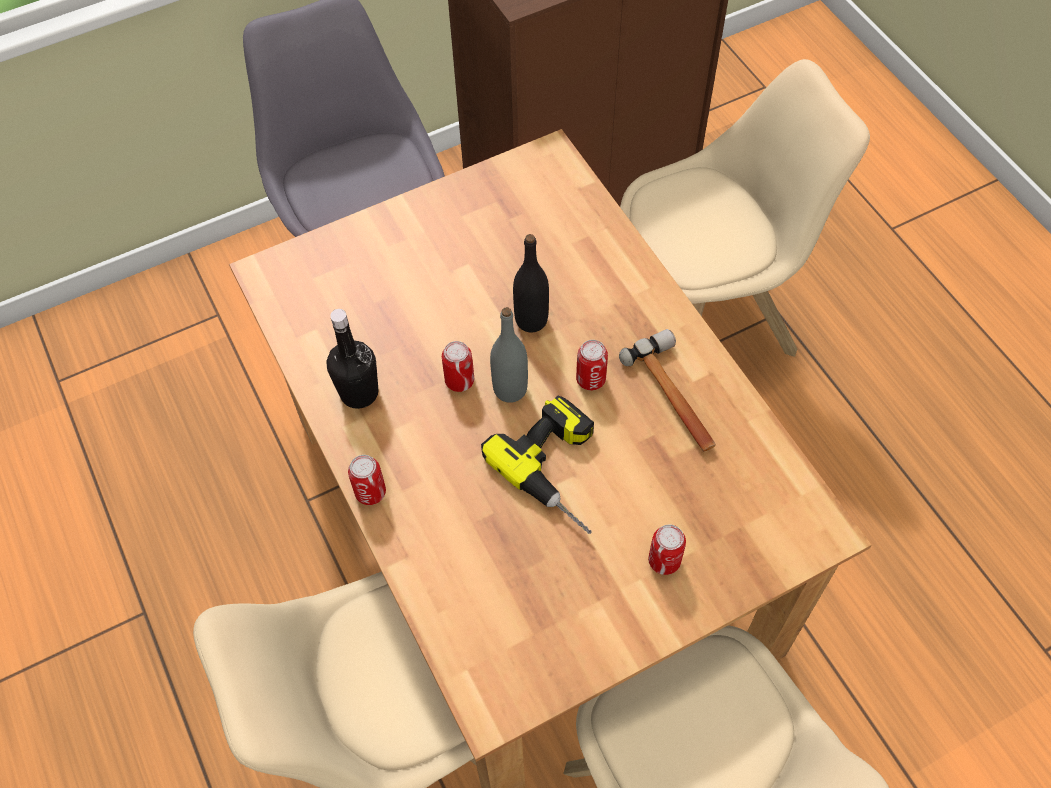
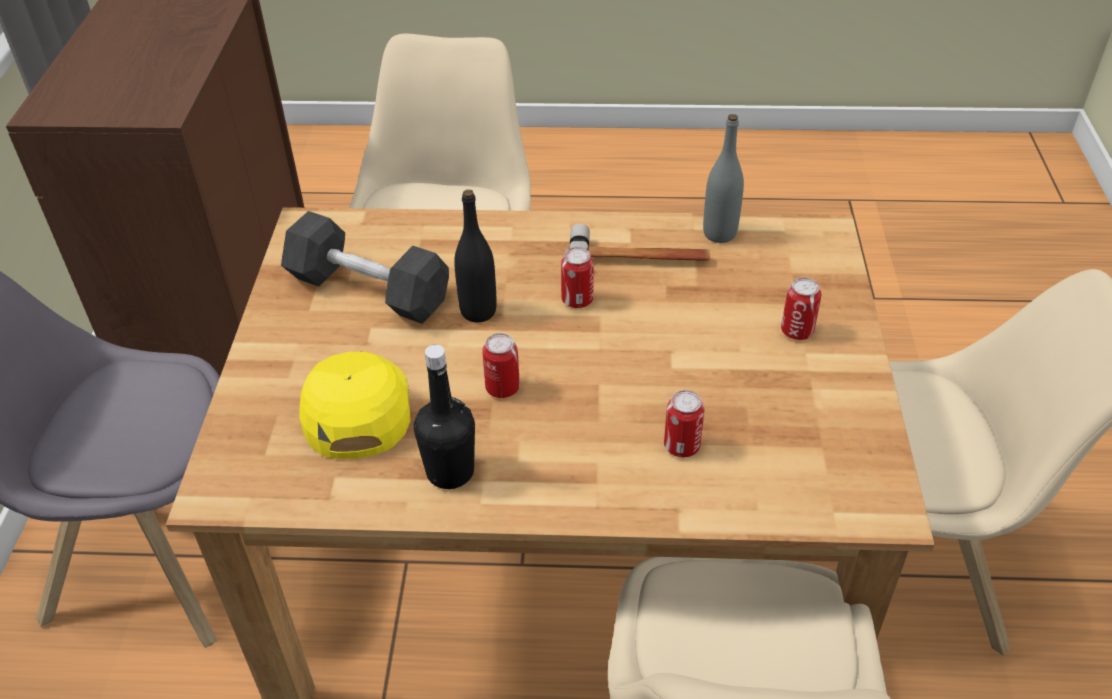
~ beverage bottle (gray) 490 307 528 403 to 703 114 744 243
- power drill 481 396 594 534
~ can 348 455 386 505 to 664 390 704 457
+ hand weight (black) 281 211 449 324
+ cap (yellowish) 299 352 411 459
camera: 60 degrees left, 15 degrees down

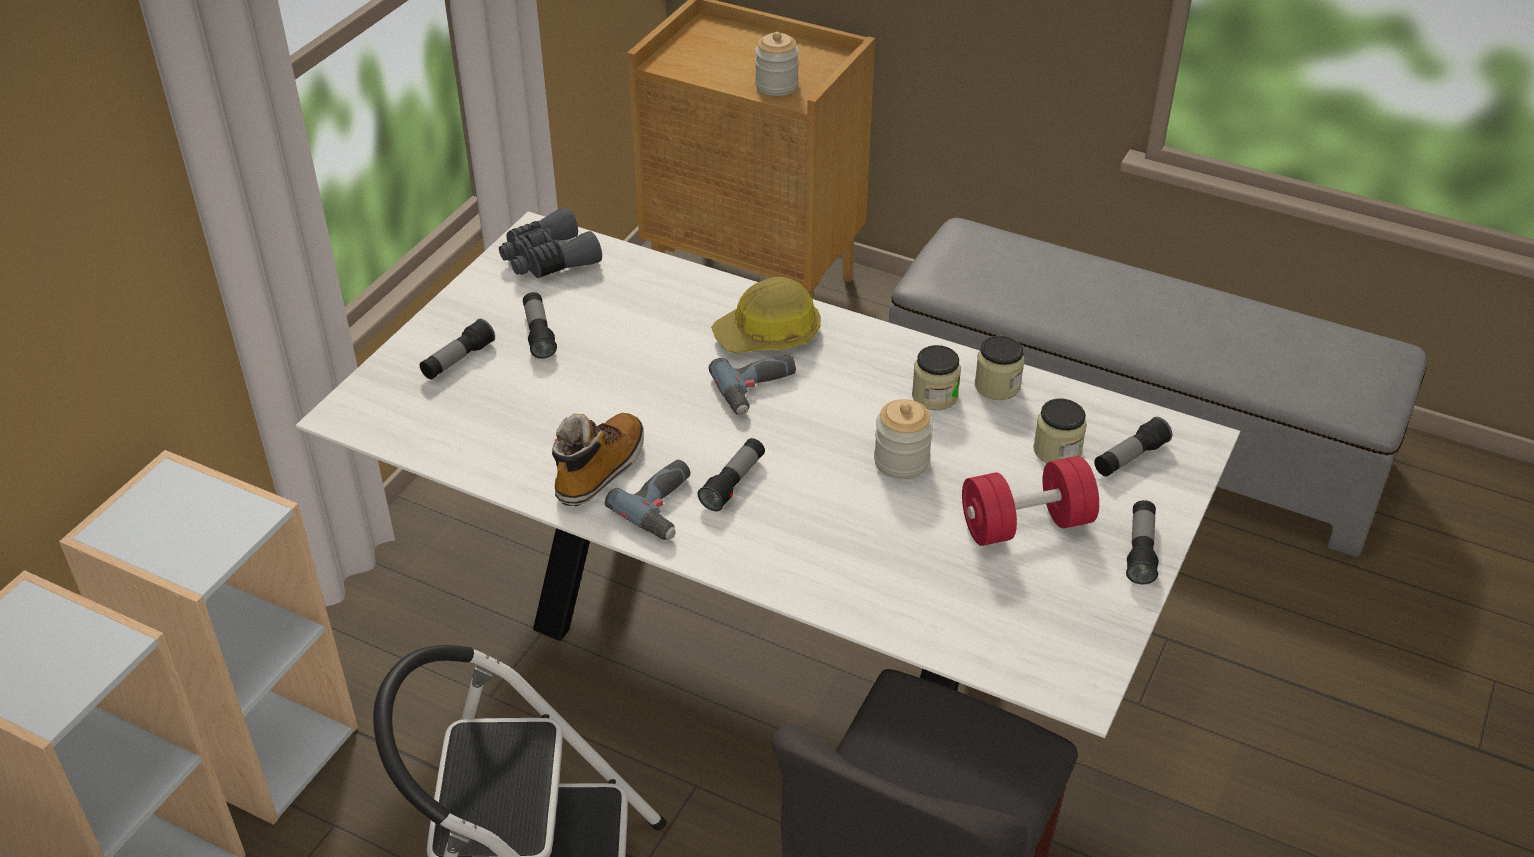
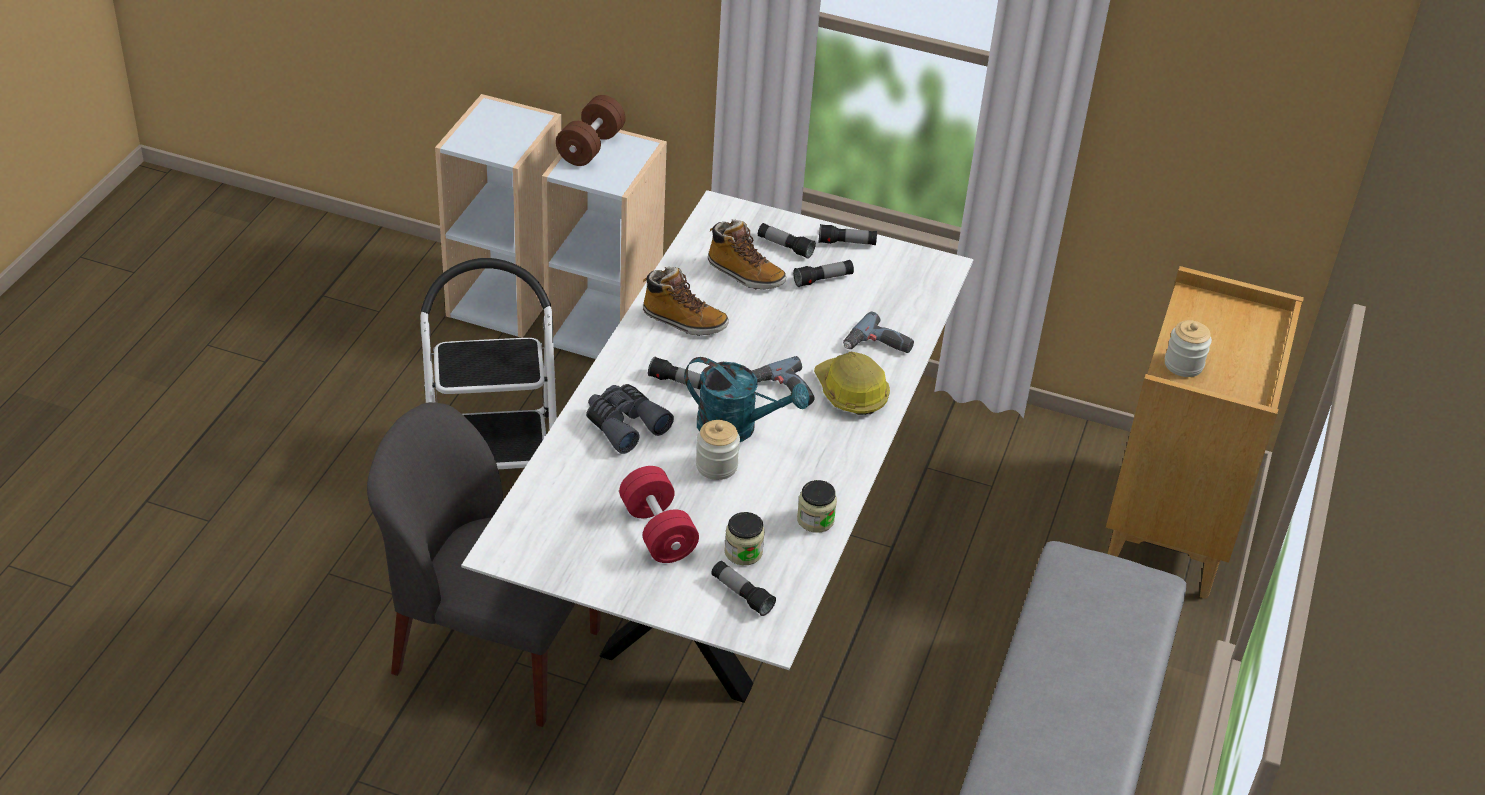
~ field glasses (gray) 499 207 602 278 to 586 384 674 454
- preserve jar 912 345 961 411
~ power drill 605 459 690 540 to 843 311 914 353
~ torch 1126 500 1159 585 to 819 224 877 245
+ hand weight (brown-coloured) 556 95 626 166
+ high-top boot 708 220 786 290
+ sprinkling can (turquoise) 684 357 810 442
camera: 80 degrees right, 0 degrees up

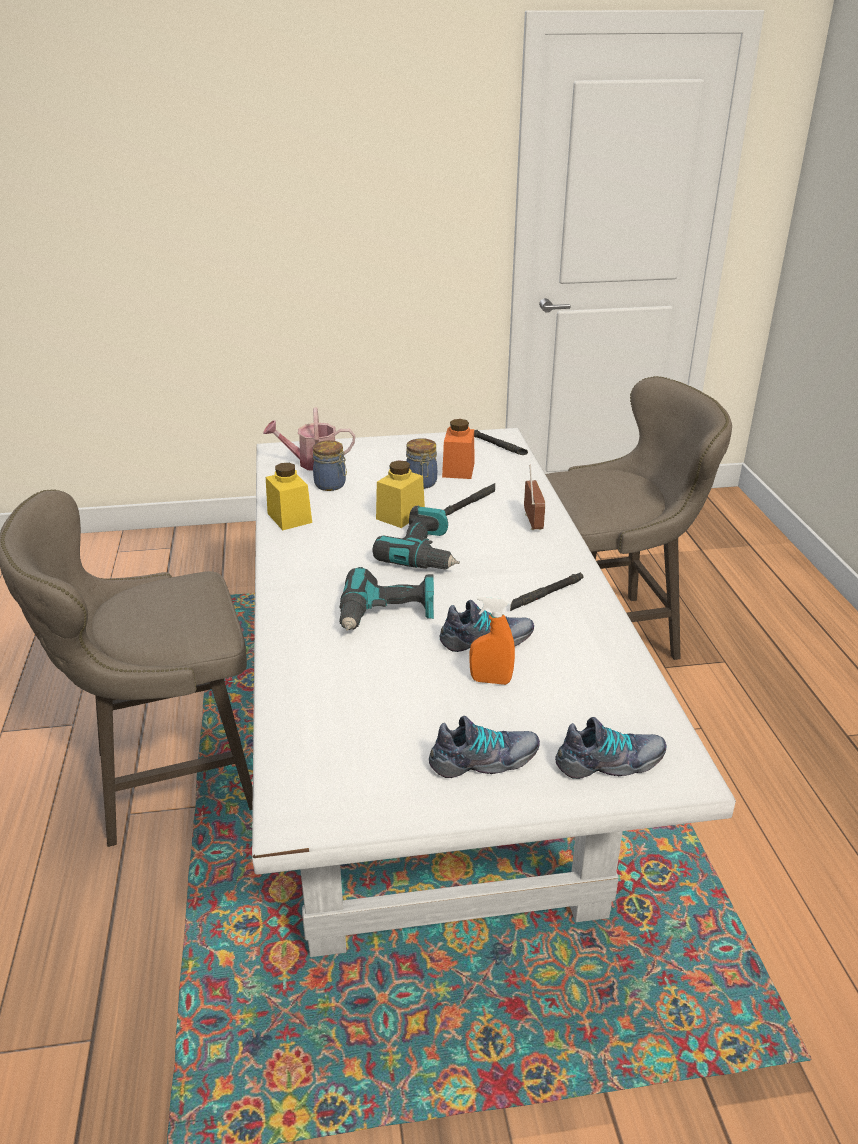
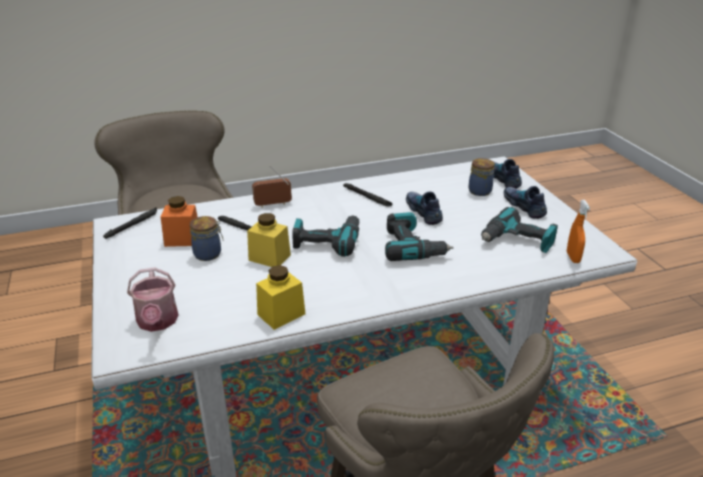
~ preserve jar 313 440 347 491 to 468 158 495 196
~ spray bottle (orange-coloured) 470 595 515 685 to 567 200 590 263
+ power drill 481 207 558 253
camera: 100 degrees left, 0 degrees up

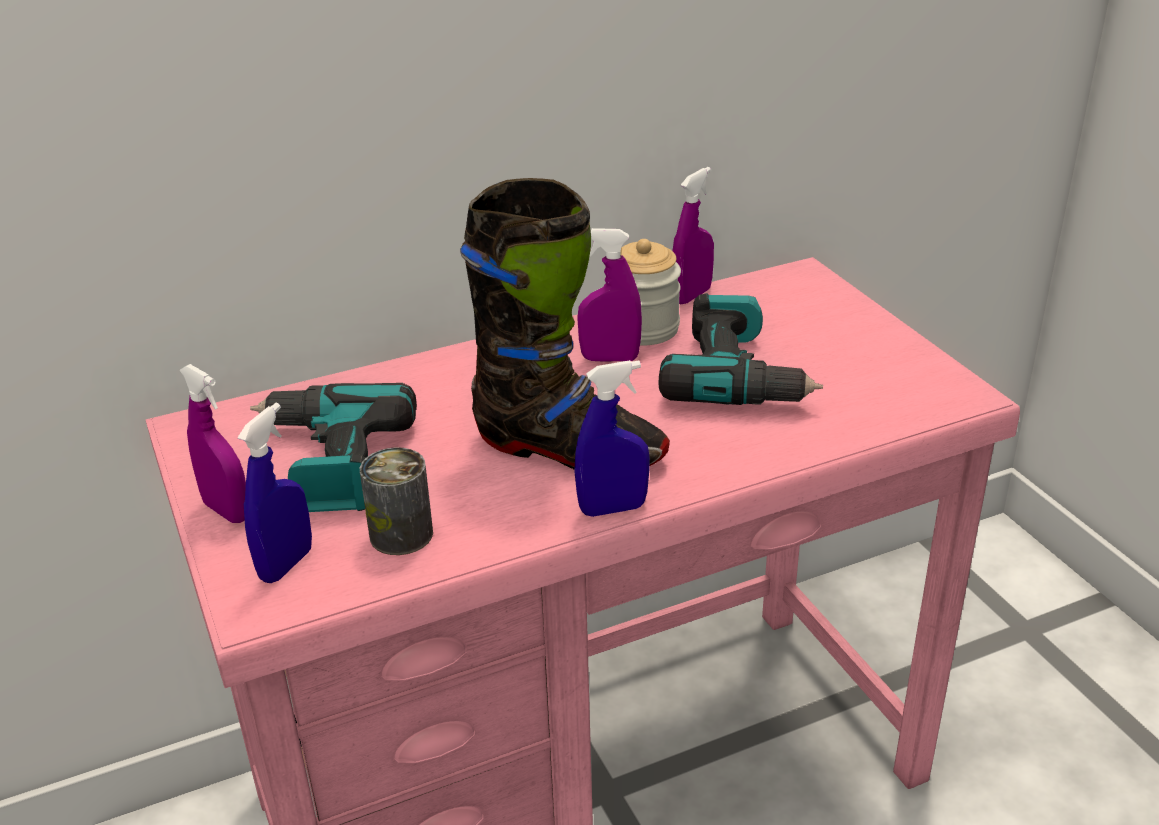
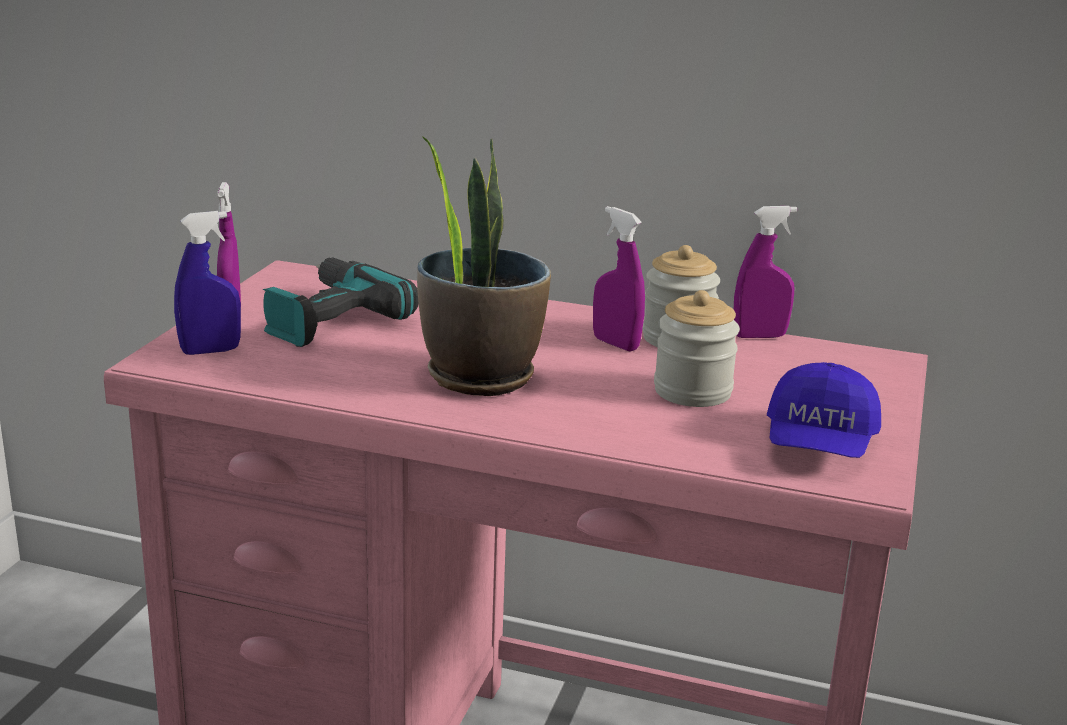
~ high-top boot (black) 460 178 670 469 to houseplant 417 136 551 396
~ power drill 659 293 823 405 to preserve jar 654 290 740 407
- spray bottle (bluish) 574 360 650 517
- can 360 447 433 555
+ cap (bluish) 767 362 881 458
camera: 40 degrees right, 10 degrees down

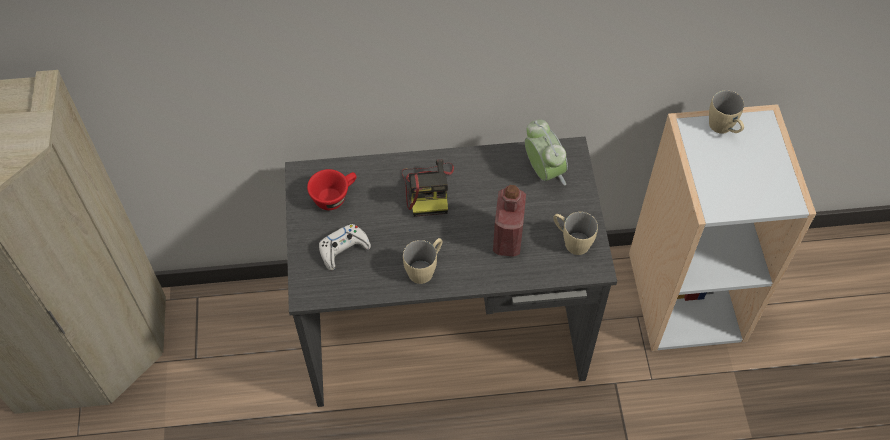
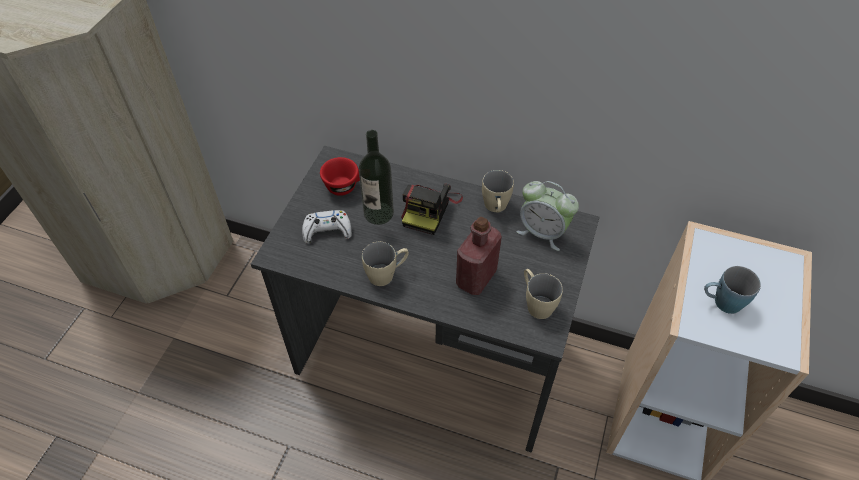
~ mug (beige) 709 90 744 134 to 482 170 514 213
~ alarm clock 525 120 568 185 = 516 181 579 251 120 degrees clockwise
+ beverage bottle 359 130 394 225
+ mug (bluish) 704 266 761 314
camera: 25 degrees right, 5 degrees down

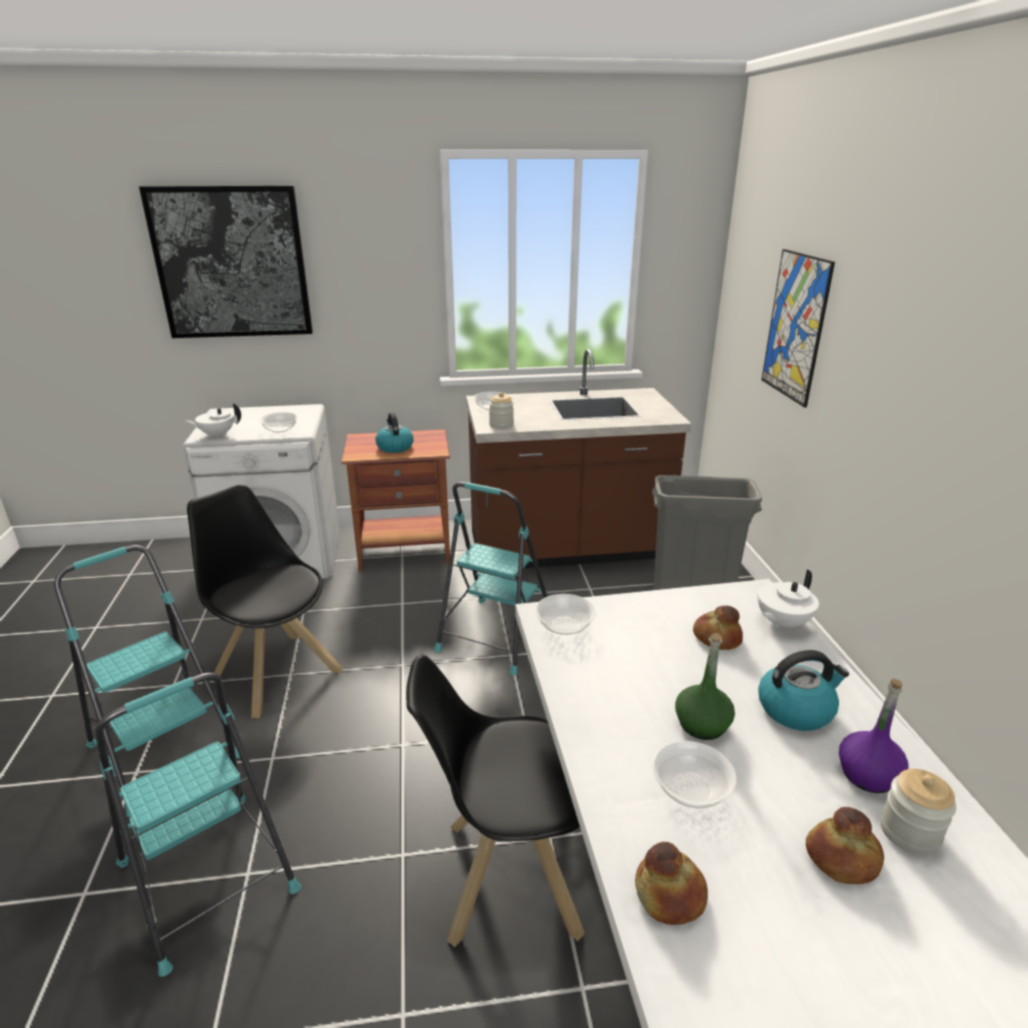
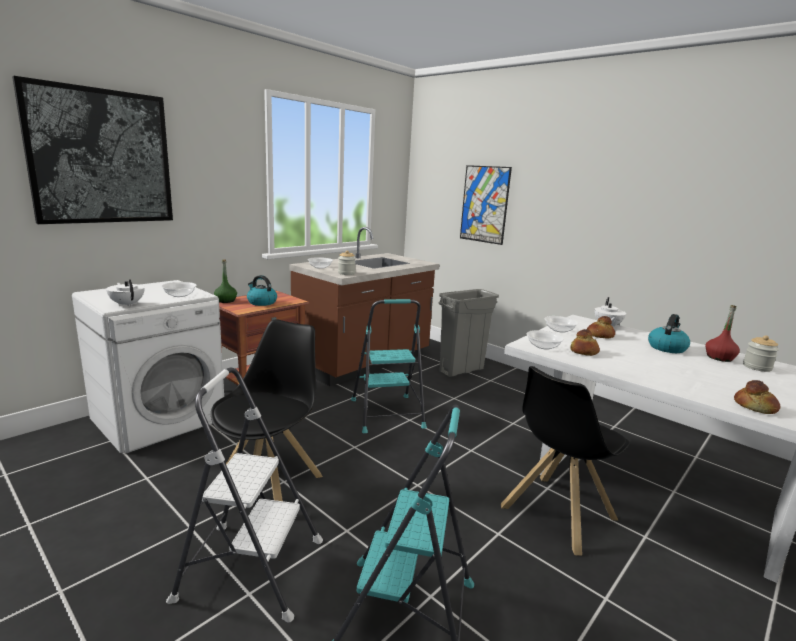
~ teapot (white-coloured) 184 403 241 438 = 106 279 145 307 105 degrees clockwise
~ upright chair (black) 187 485 343 718 = 211 319 323 501 105 degrees clockwise
~ stepladder (turquoise) 54 545 240 817 to stepladder (white-coloured) 166 368 323 623
~ beverage bottle (green) 675 633 735 740 to 214 259 237 303
~ beverage bottle (purple) 839 678 909 793 to beverage bottle (red) 706 305 740 362
~ bowl 653 741 737 808 to 545 316 578 333
~ baked bread 806 807 884 884 to 570 329 600 356
camera: 40 degrees left, 10 degrees down

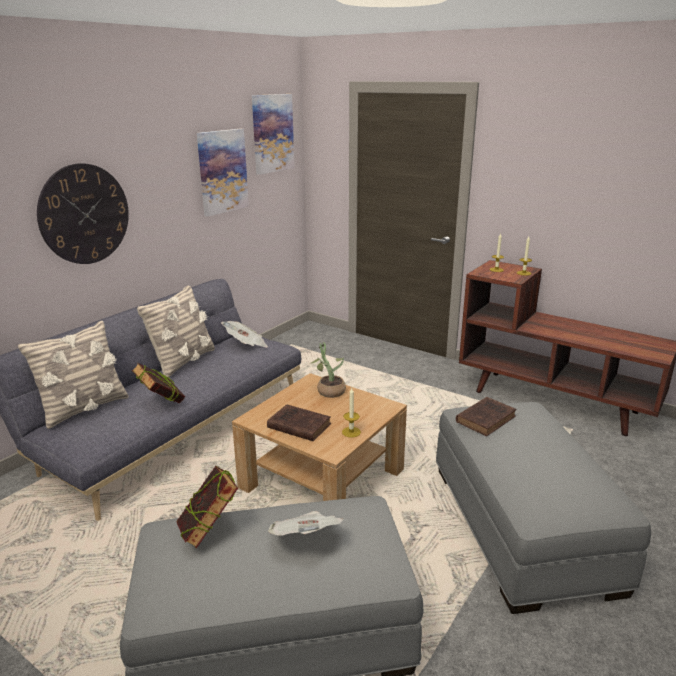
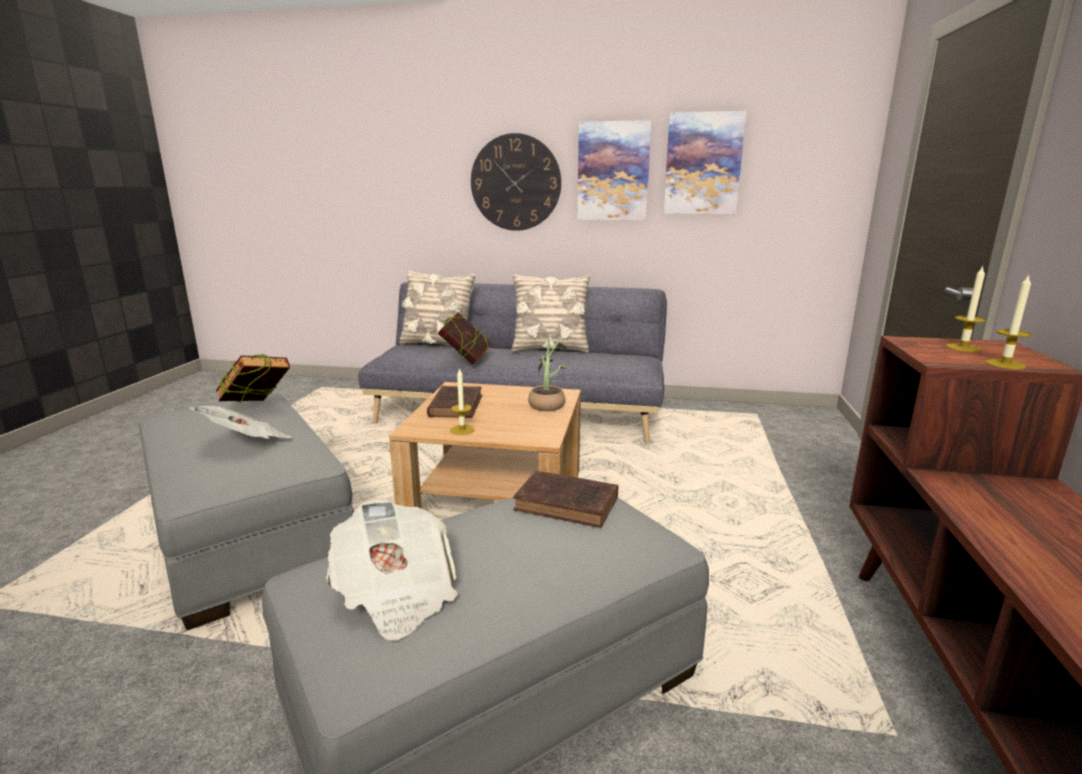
~ wall picture 252 94 294 175 to 577 120 651 220
~ newspaper 221 321 268 347 to 326 499 458 641
camera: 65 degrees right, 5 degrees down

